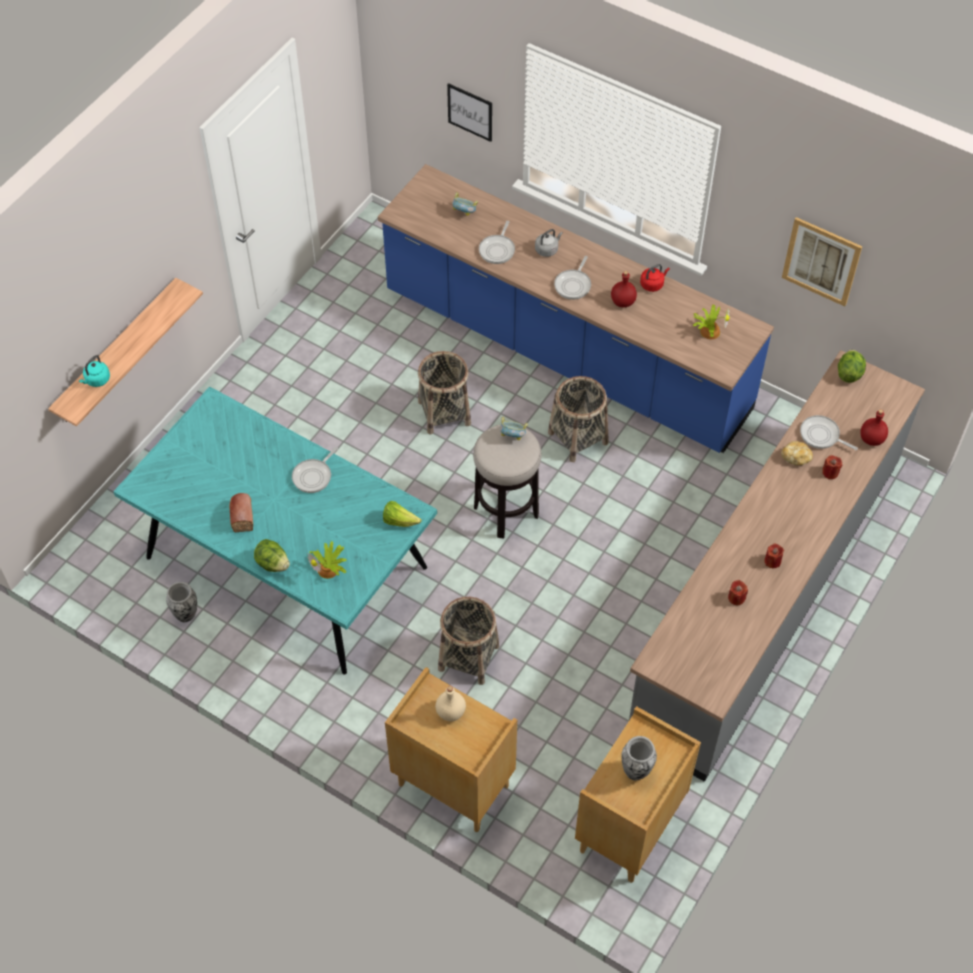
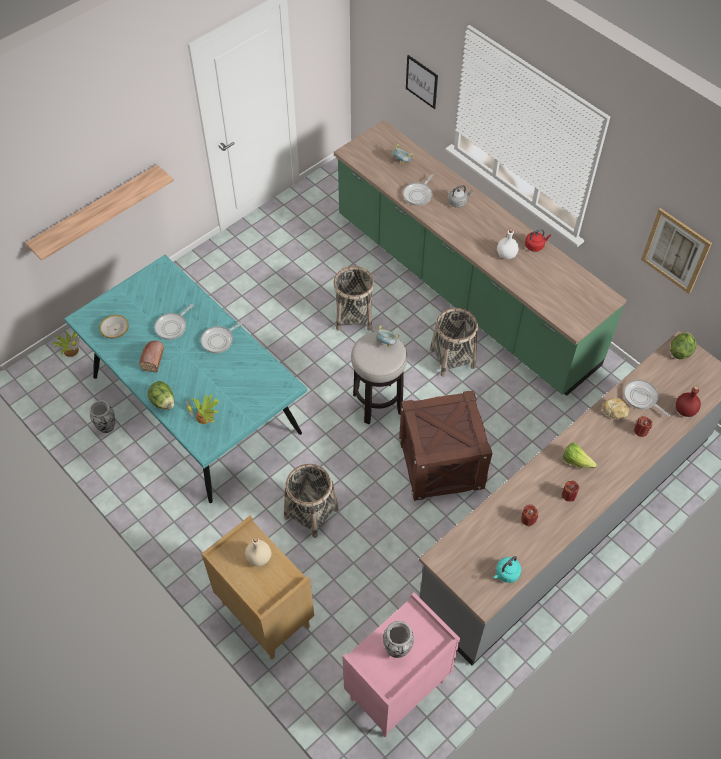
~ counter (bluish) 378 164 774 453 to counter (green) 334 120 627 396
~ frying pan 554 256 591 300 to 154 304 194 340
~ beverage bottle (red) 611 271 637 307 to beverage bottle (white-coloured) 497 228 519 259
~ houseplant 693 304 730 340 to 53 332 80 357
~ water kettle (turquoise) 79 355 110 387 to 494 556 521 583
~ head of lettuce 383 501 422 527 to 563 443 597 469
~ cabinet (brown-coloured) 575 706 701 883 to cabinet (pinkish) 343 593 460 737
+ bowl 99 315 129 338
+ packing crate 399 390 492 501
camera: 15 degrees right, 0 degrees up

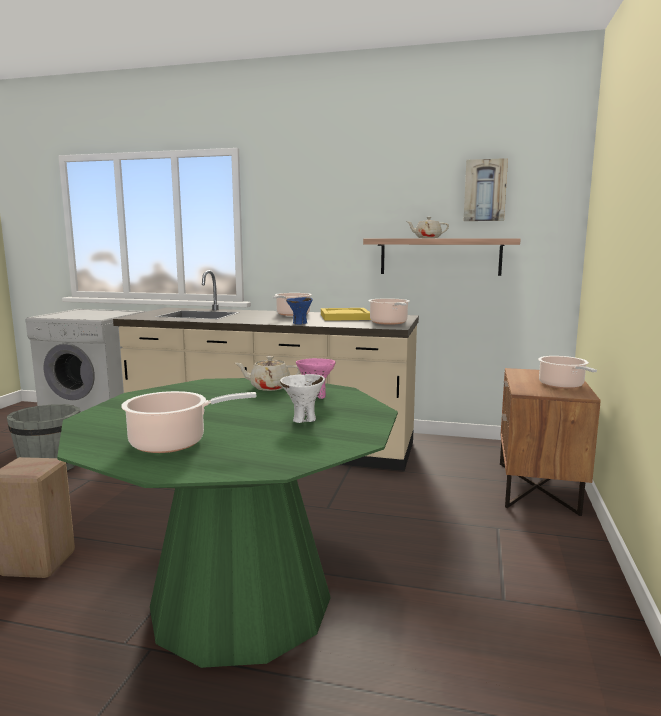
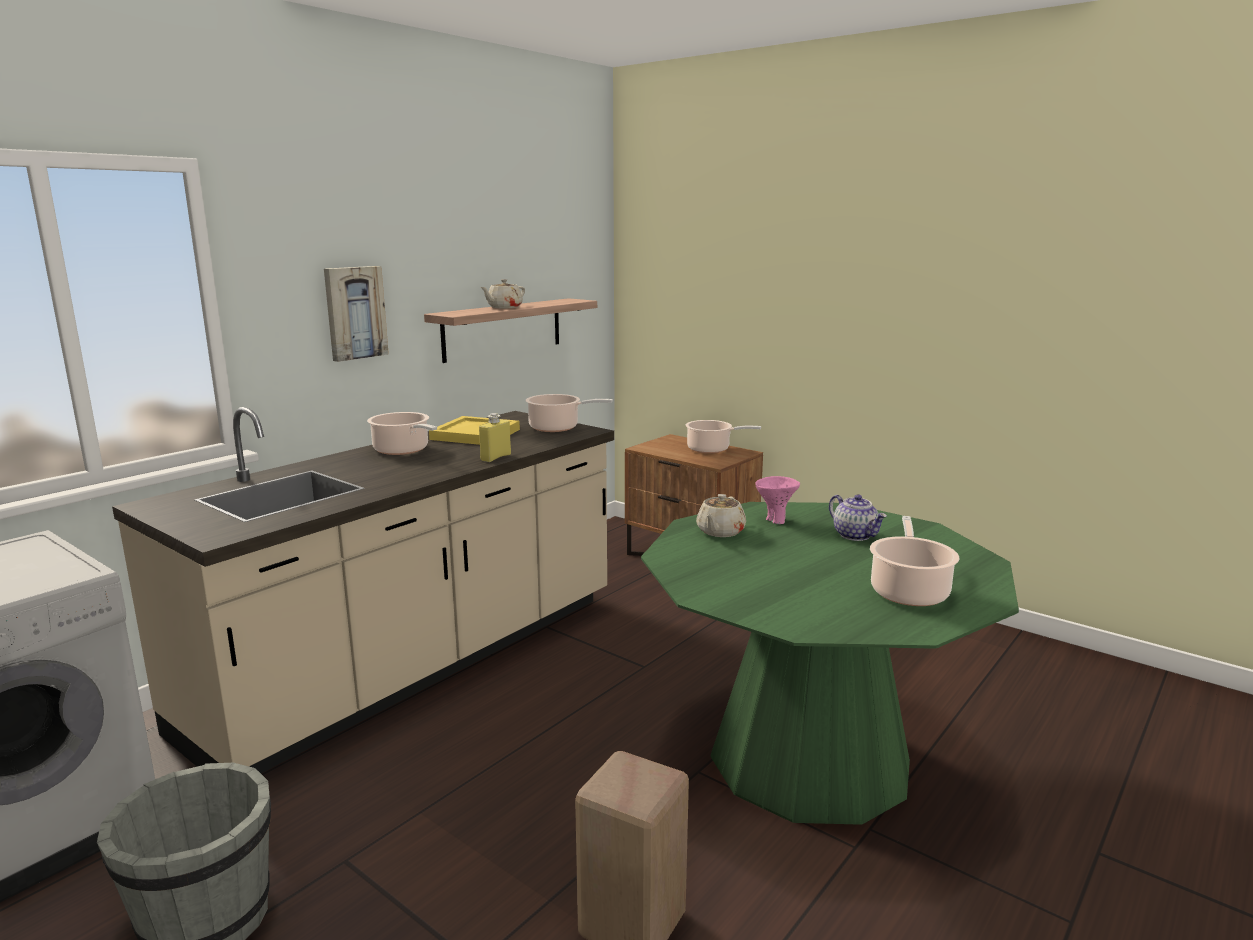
~ wall picture 464 158 508 221 to 324 266 389 362
~ bowl (bluish) 286 297 313 324 to beverage bottle (yellowish) 479 413 511 462
~ bowl (white-coloured) 280 374 325 423 to teapot 829 494 887 541
camera: 65 degrees left, 5 degrees up

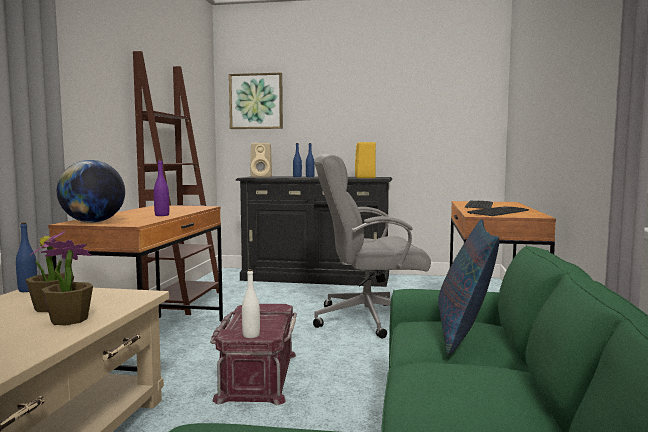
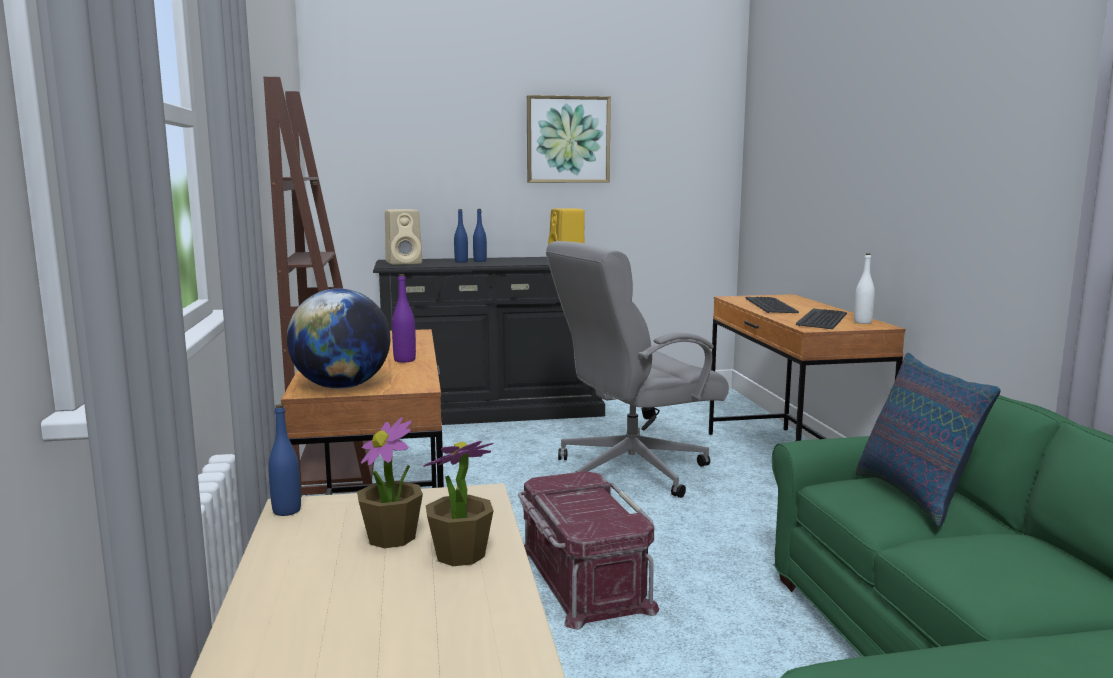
~ wall picture 229 72 283 129 to 527 95 611 183
~ beverage bottle (white-coloured) 242 269 260 338 to 854 253 875 324
camera: 20 degrees left, 5 degrees up

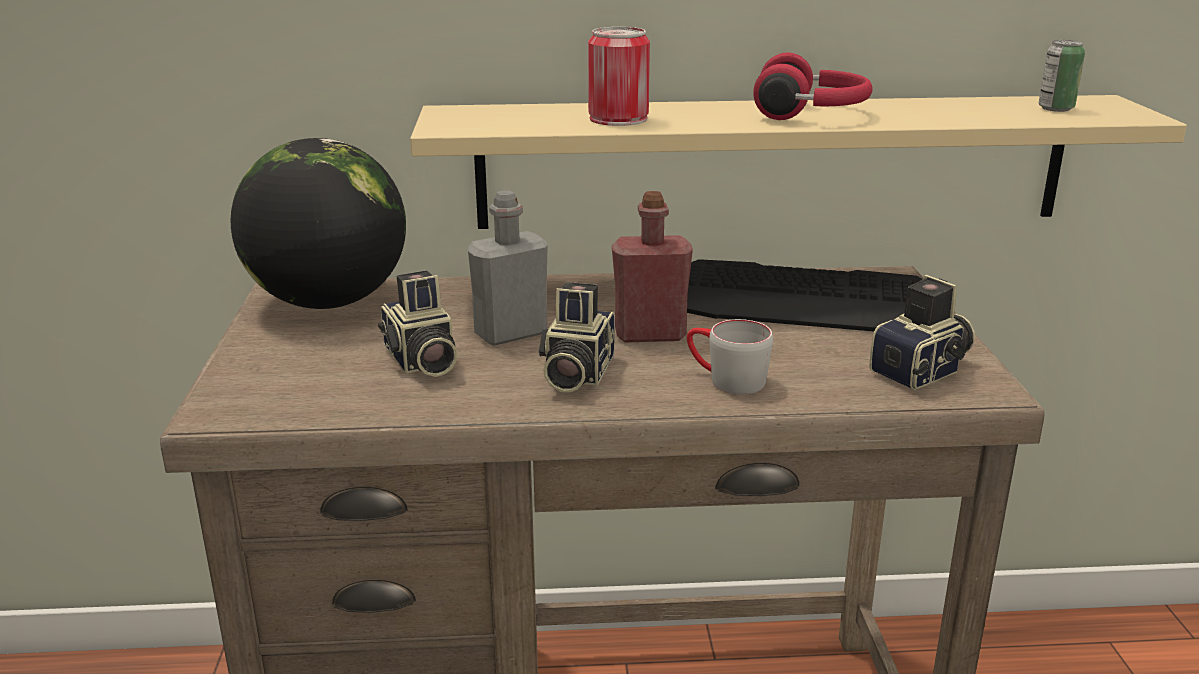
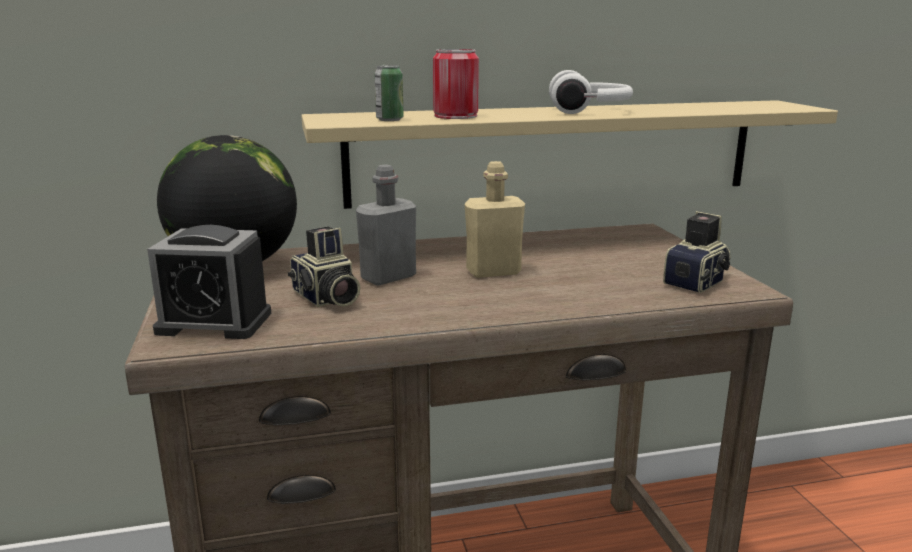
~ can 1039 40 1085 112 to 374 65 403 121
~ pair of headphones (red) 753 52 873 120 to pair of headphones (white-coloured) 549 70 633 114
~ beverage bottle (red) 612 191 693 342 to beverage bottle (beige) 464 161 525 278
- PC keyboard 687 259 923 331
- photo camera 539 282 615 392
- mug (gray) 687 319 773 395
+ alarm clock 147 225 271 339
camera: 10 degrees left, 5 degrees down

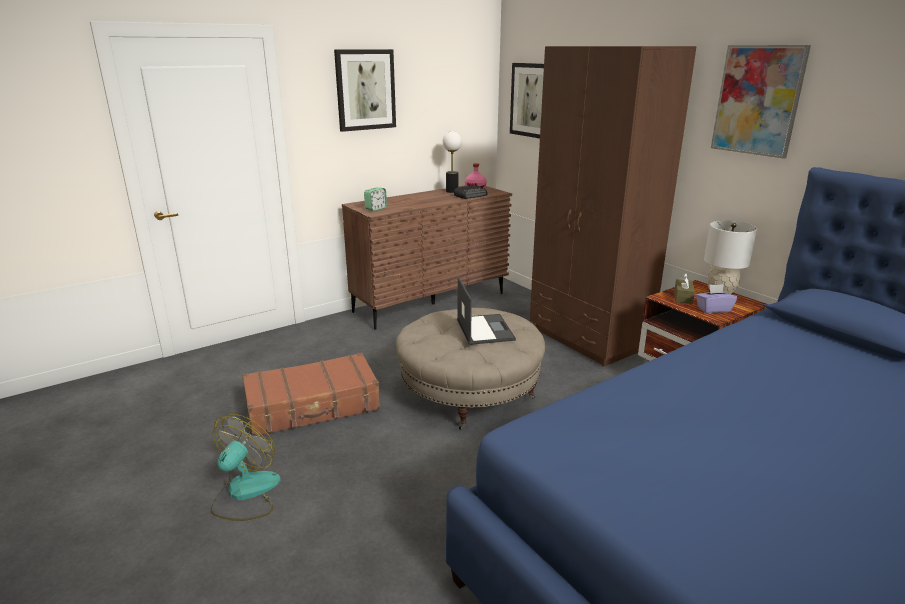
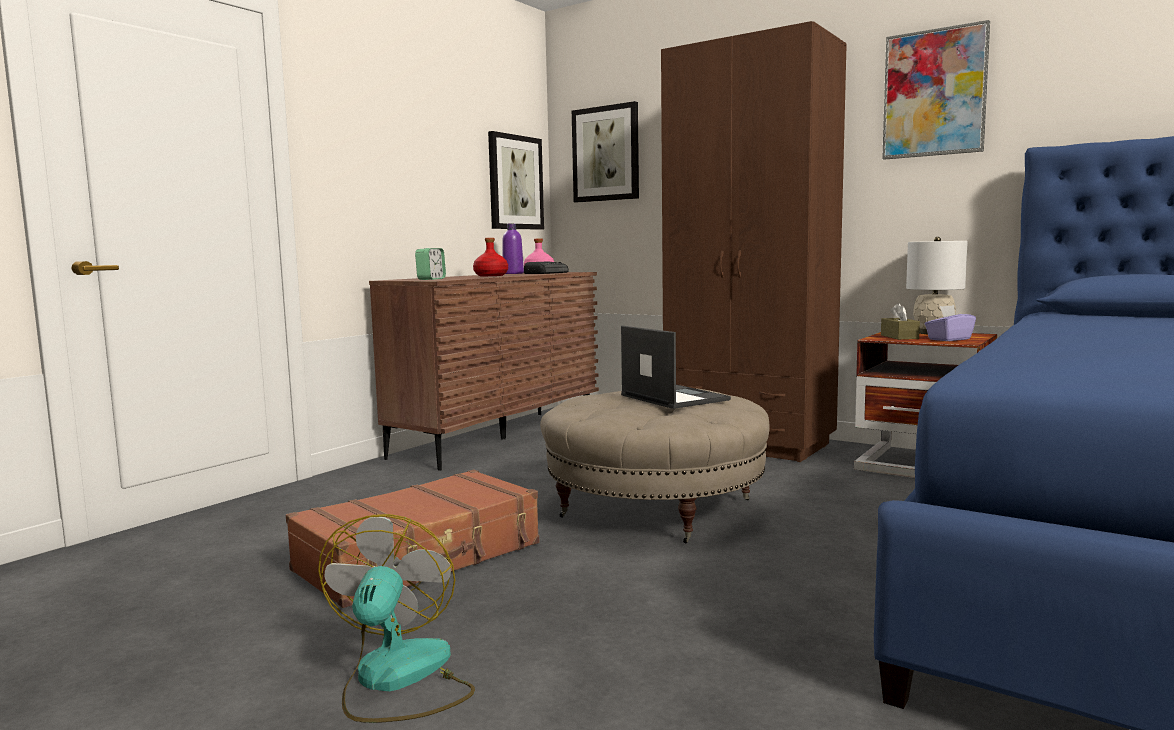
~ wall picture 334 49 396 132 to 488 131 544 230
~ lamp for a table 443 131 462 193 to beverage bottle (purple) 502 224 524 274
+ beverage bottle (red) 473 238 508 276
camera: 20 degrees left, 15 degrees down

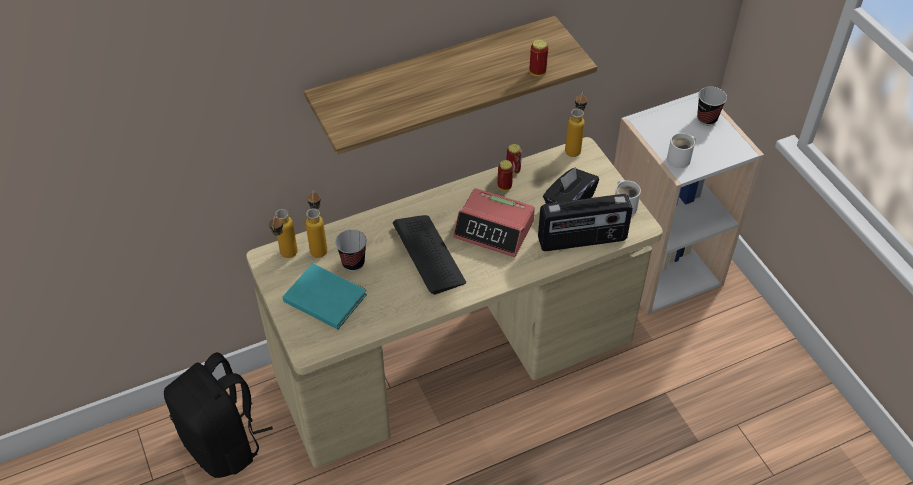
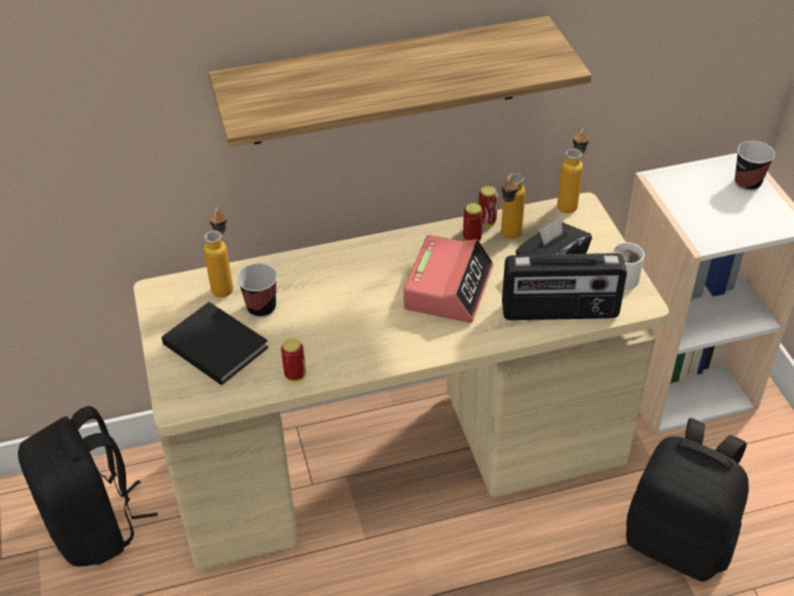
~ can 529 39 549 76 to 281 338 306 382
- mug (white-coloured) 667 133 696 168
~ alarm clock 453 188 535 257 = 403 235 493 323 105 degrees counterclockwise
~ beverage bottle 269 209 298 258 to 501 173 526 239
- PC keyboard 393 215 466 295
~ book (turquoise) 283 263 367 330 to book (black) 162 302 269 385
+ rucksack (black) 626 418 749 582
camera: 10 degrees right, 5 degrees down

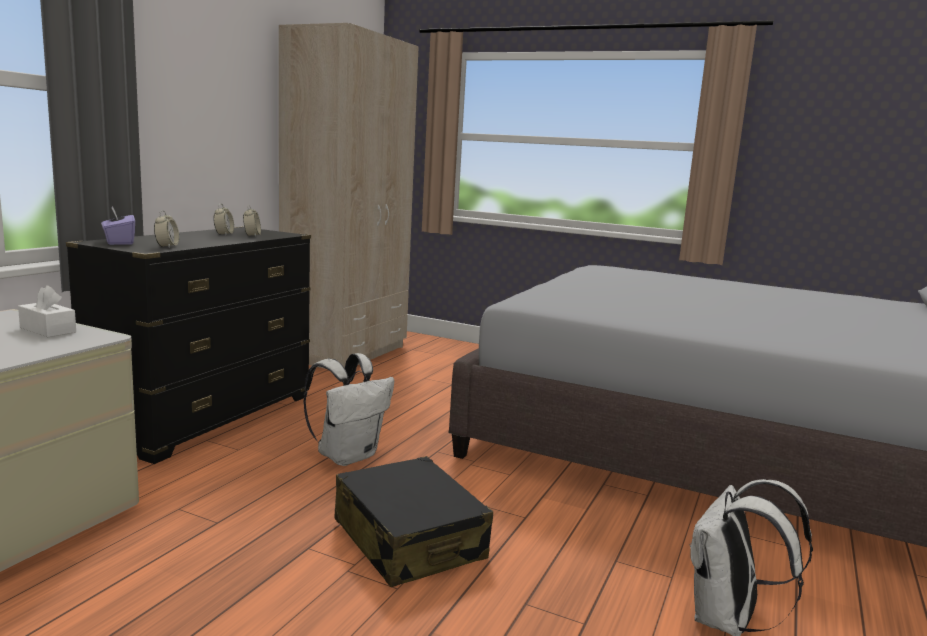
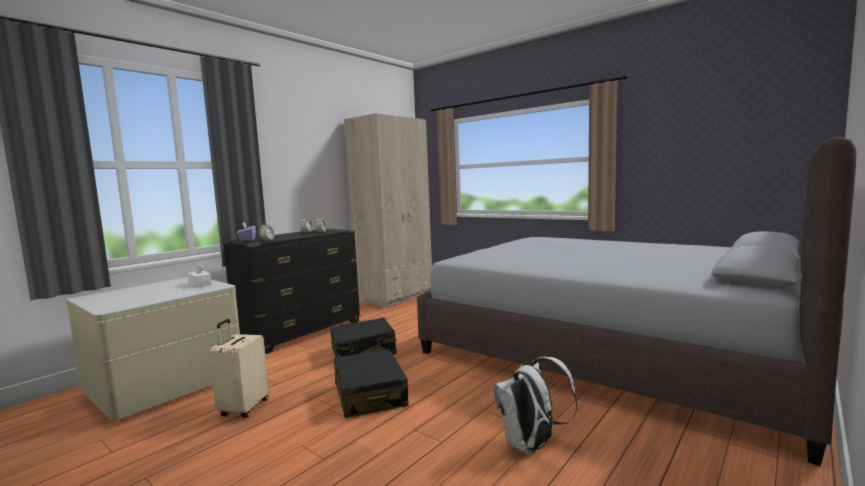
~ rucksack (white-coloured) 303 353 394 466 to suitcase (black) 330 318 397 357
+ suitcase (beige) 209 319 269 418
camera: 15 degrees right, 5 degrees down

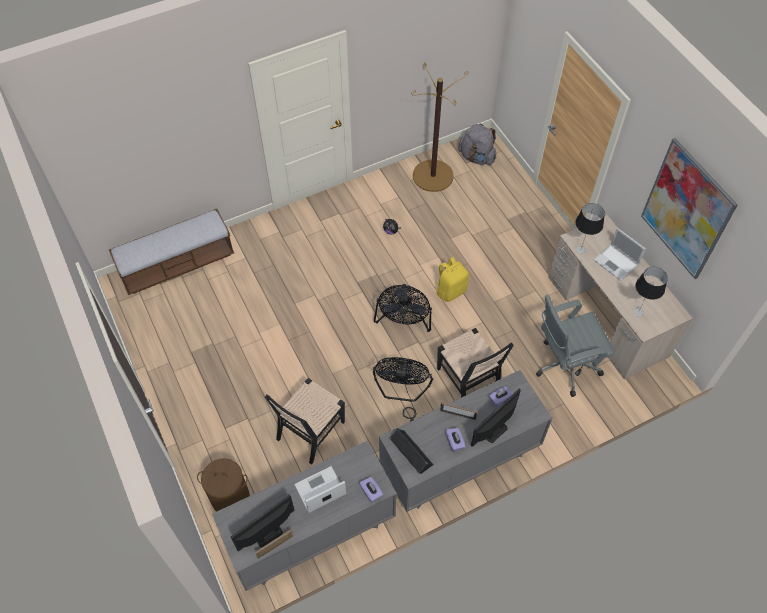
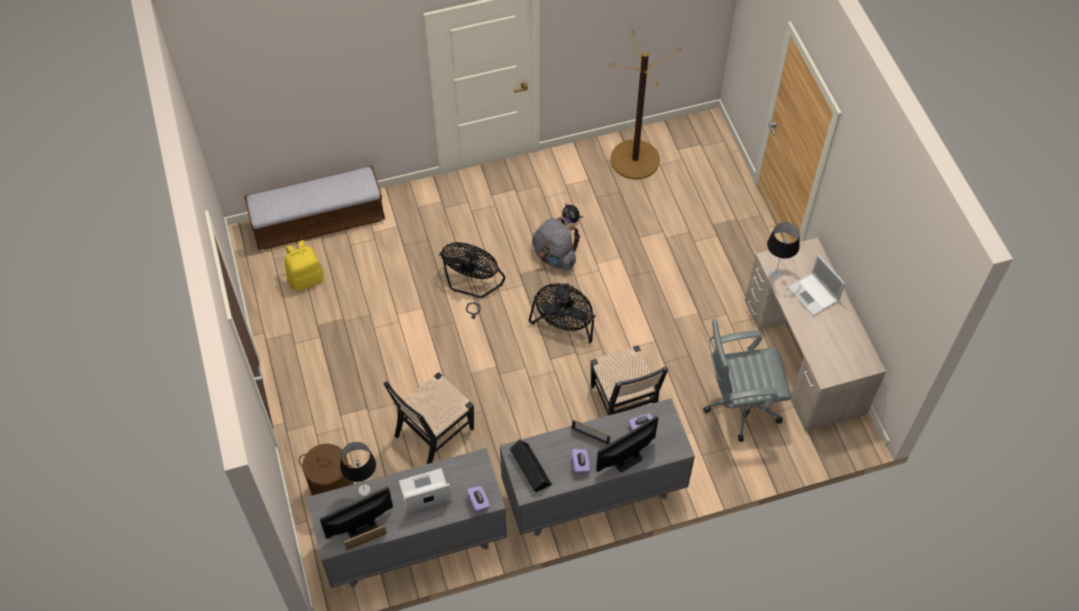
~ rucksack (gray) 458 124 496 165 to 532 217 580 271
- wall picture 641 138 738 279
~ rucksack (yellowish) 434 257 469 302 to 284 240 324 292
~ lamp for a table 634 266 668 316 to 340 442 376 495
~ cooling fan (black) 373 357 433 422 to 439 242 505 319
camera: 10 degrees right, 0 degrees up

